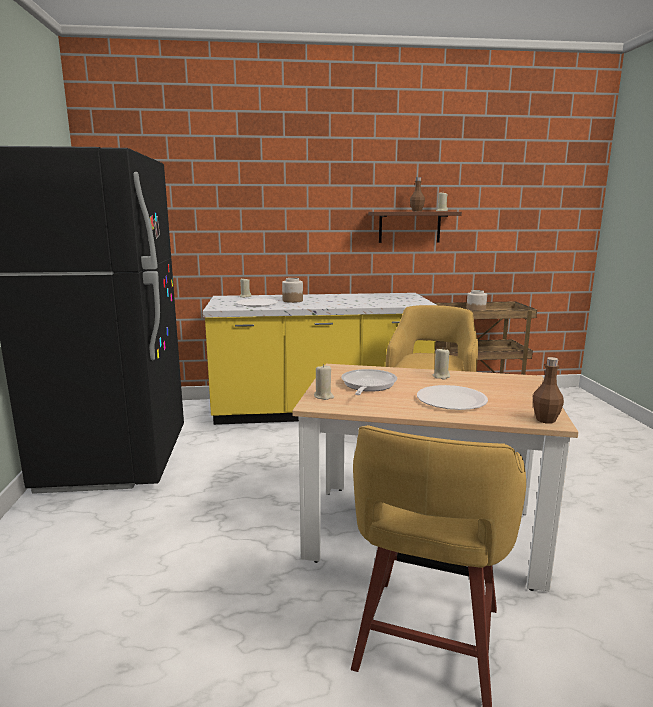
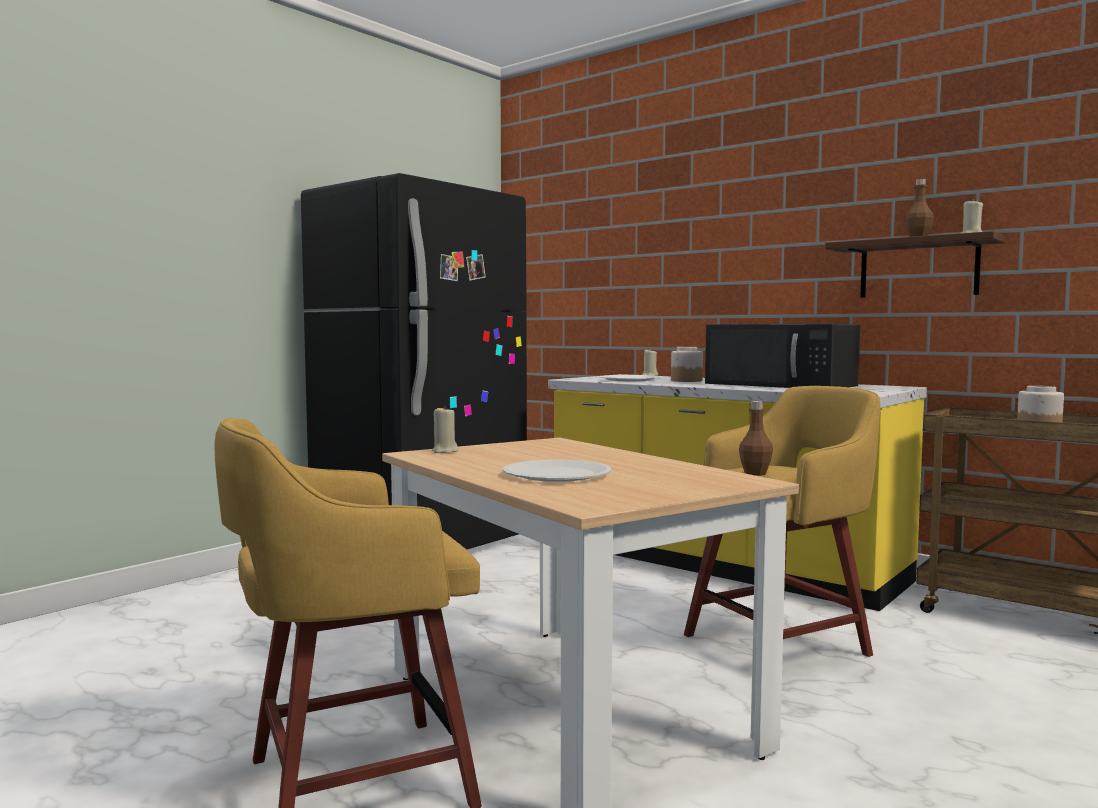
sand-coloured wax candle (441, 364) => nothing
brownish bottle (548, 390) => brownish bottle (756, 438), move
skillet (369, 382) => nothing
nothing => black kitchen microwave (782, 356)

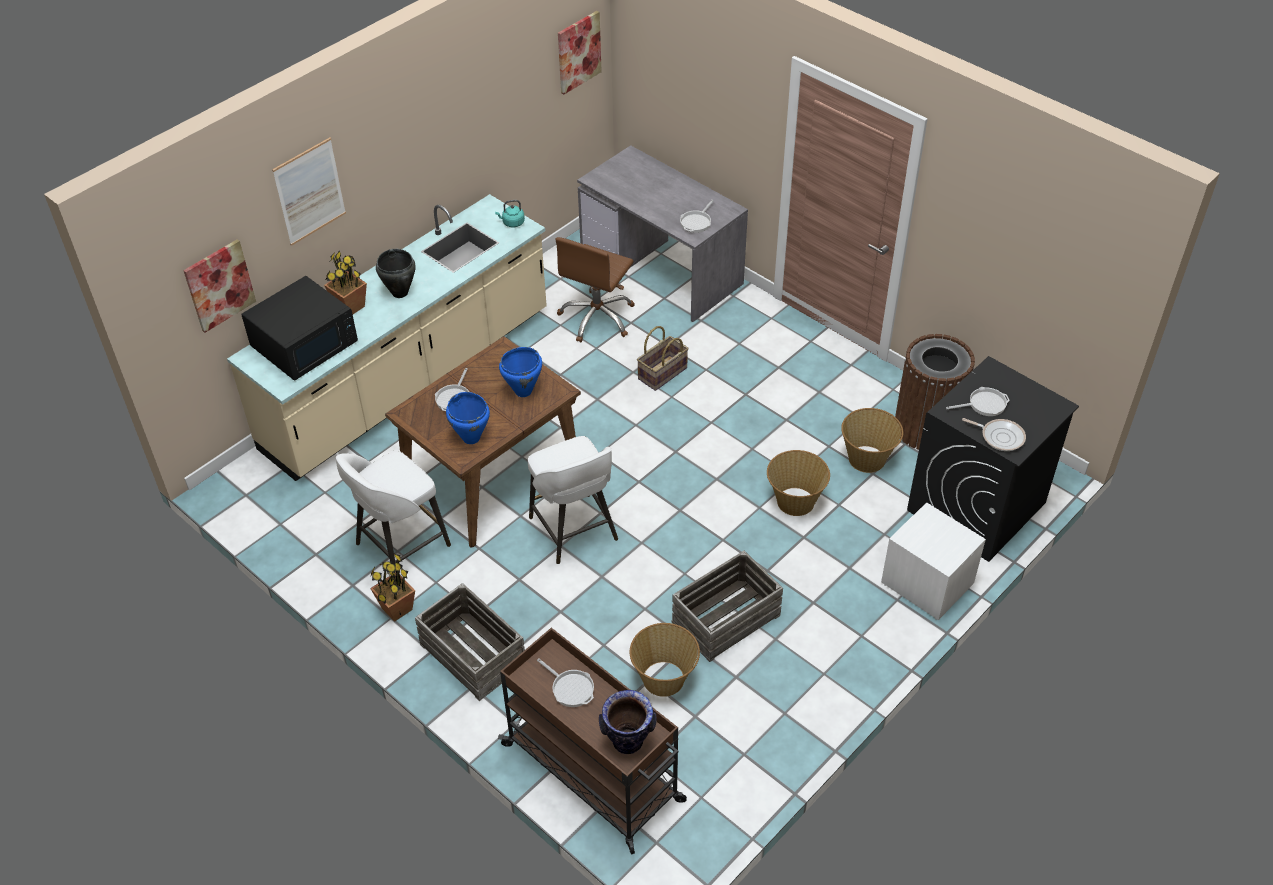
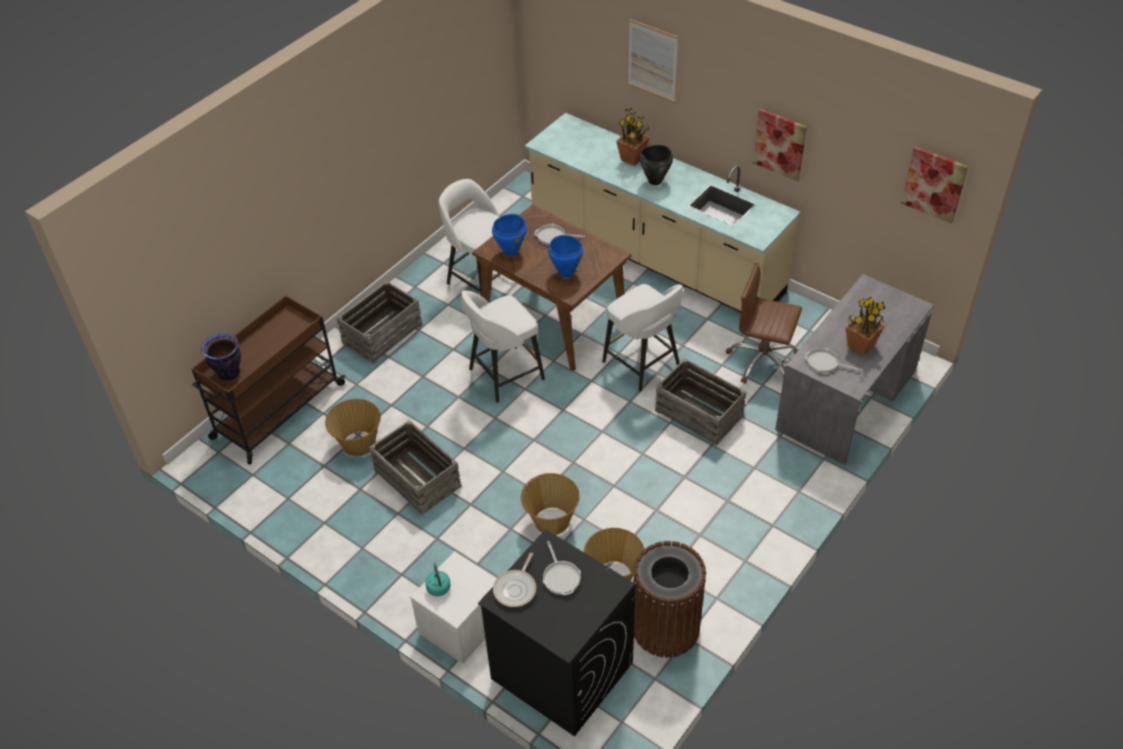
turquoise-coloured tea kettle (510, 213) => turquoise-coloured tea kettle (438, 579), move
picture (219, 286) => picture (780, 145), move
black kitchen microwave (299, 328) => nothing
household basket (663, 358) => shipping crate (700, 402)
houseplant (392, 587) => houseplant (865, 326), move
skillet (565, 682) => nothing
nothing => white-coloured sitting stool (642, 338)

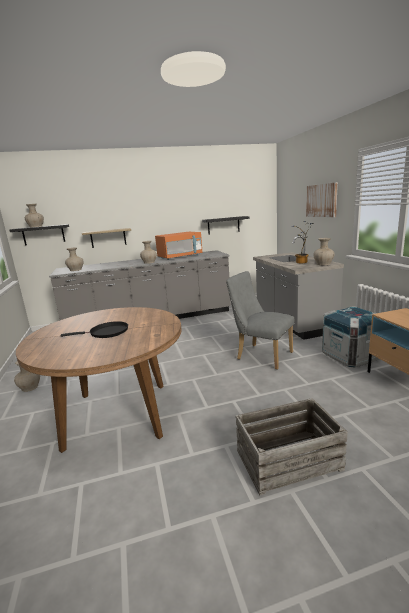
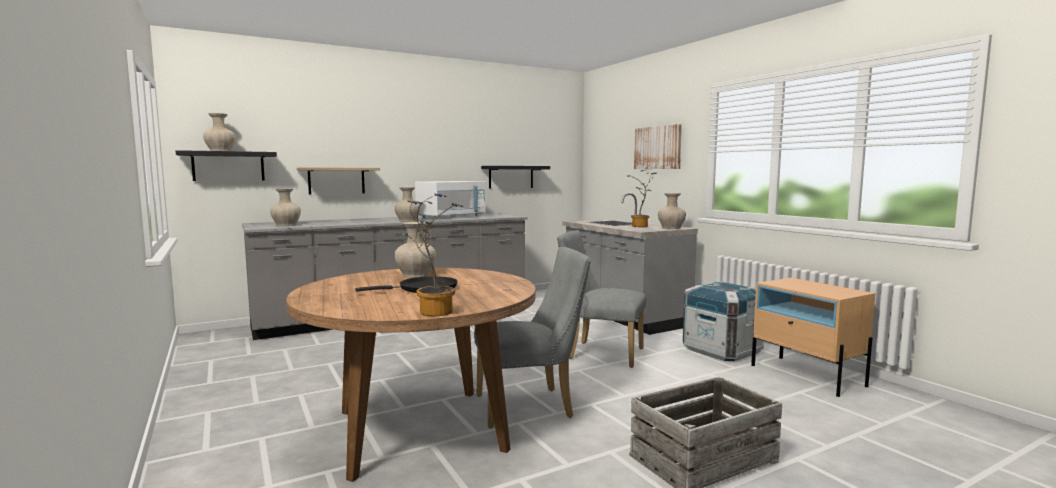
orange-coloured kitchen microwave (179, 246) => white-coloured kitchen microwave (450, 199)
sand-coloured flower vase (27, 376) => sand-coloured flower vase (415, 250), move
nothing => houseplant (428, 255)
nothing => grey plain chair (532, 337)

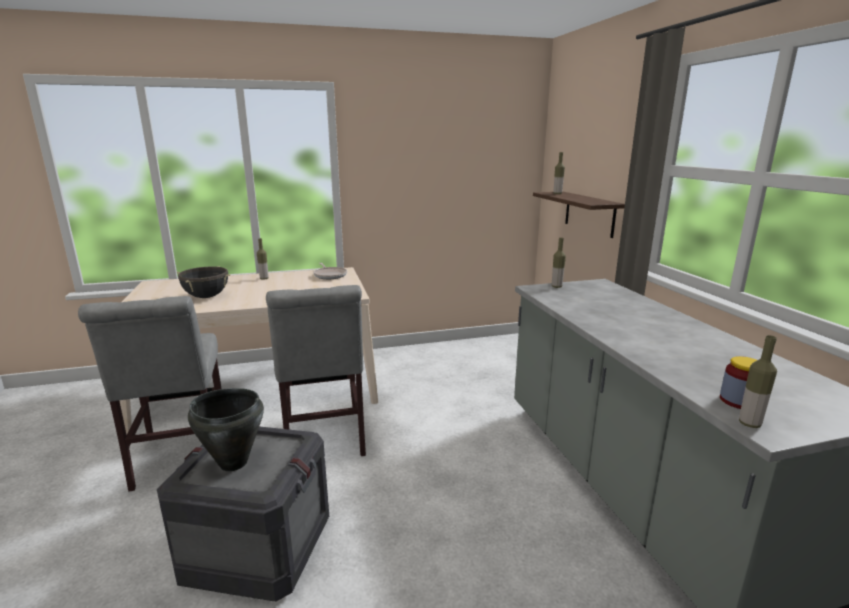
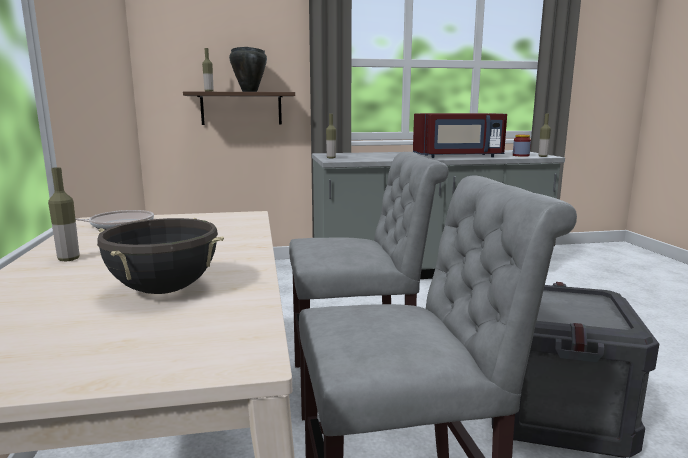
black stockpot (226, 429) => black stockpot (248, 69), move
nothing => reddish kitchen microwave (460, 135)

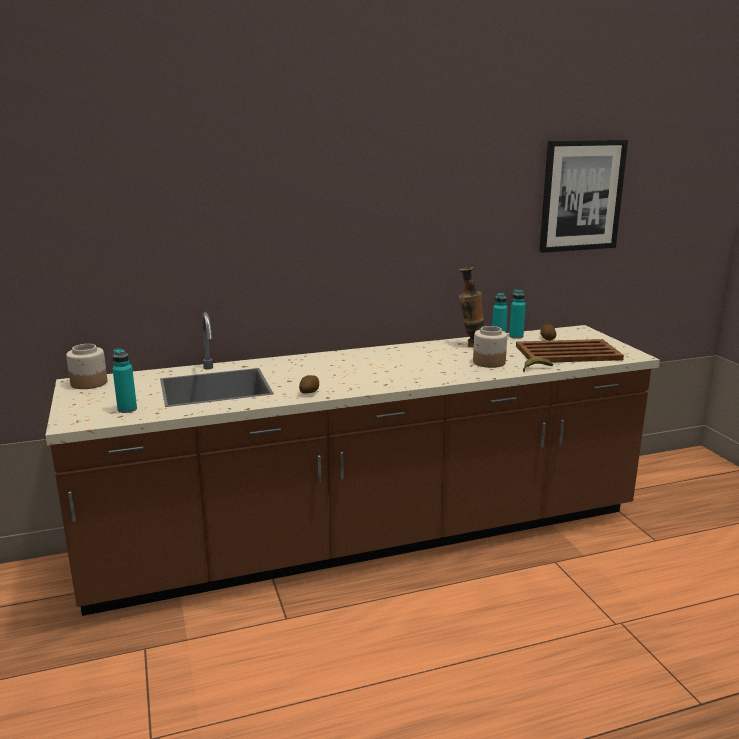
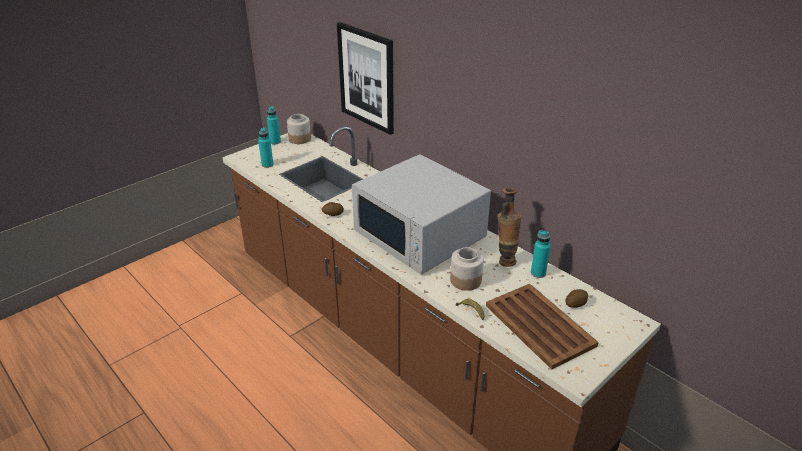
picture (583, 196) => picture (365, 78), move
turquoise-coloured bottle (517, 314) => turquoise-coloured bottle (274, 125), move
nothing => white-coloured kitchen microwave (421, 214)

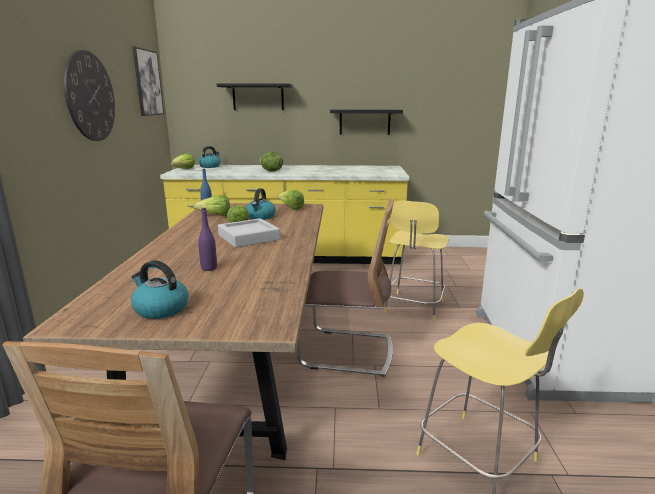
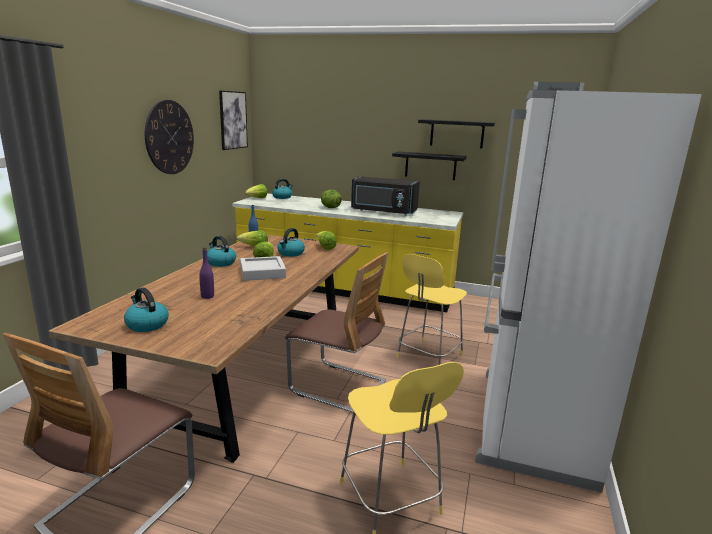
black shelf (254, 96) => black shelf (456, 133), move
nothing => black kitchen microwave (385, 196)
nothing => tea kettle (221, 251)

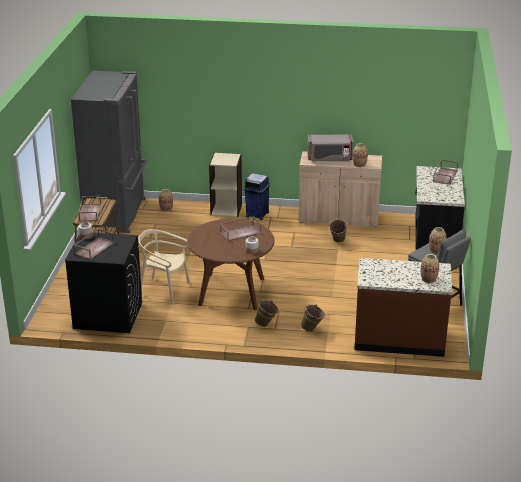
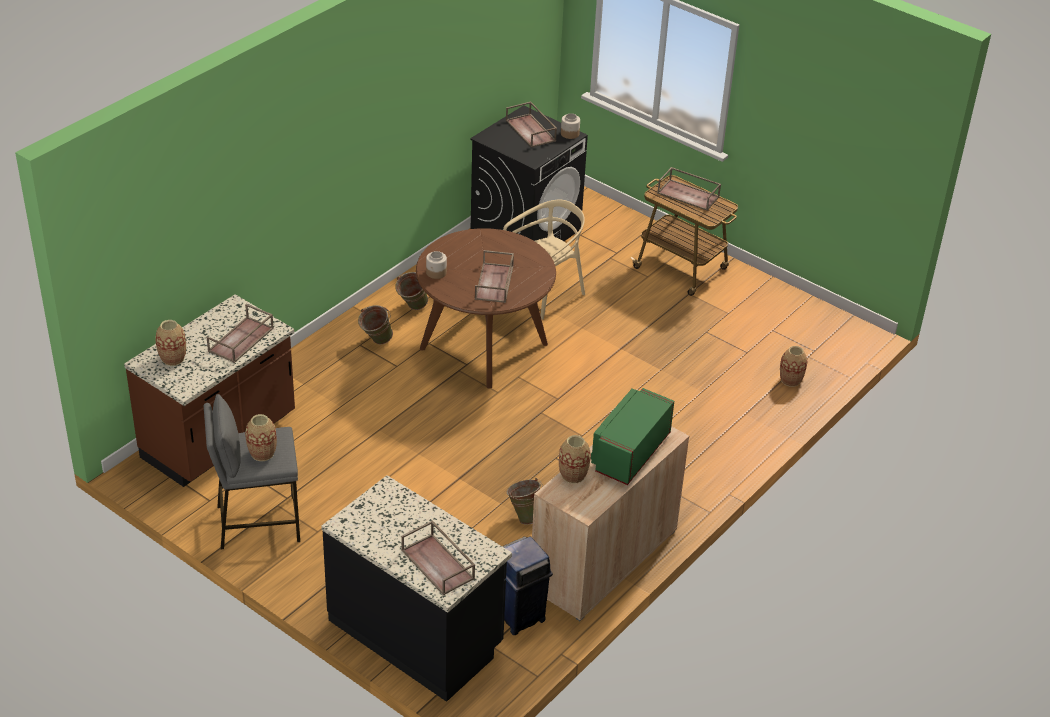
grey kitchen fridge (109, 152) => nothing
grey kitchen microwave (330, 147) => green-coloured kitchen microwave (632, 436)
sand-coloured bookcase (225, 185) => nothing
blue-coloured trash can (257, 196) => blue-coloured trash can (527, 586), move
green-coloured bucket (313, 318) => green-coloured bucket (411, 291), move
nothing => brownish carrying tray (240, 333)

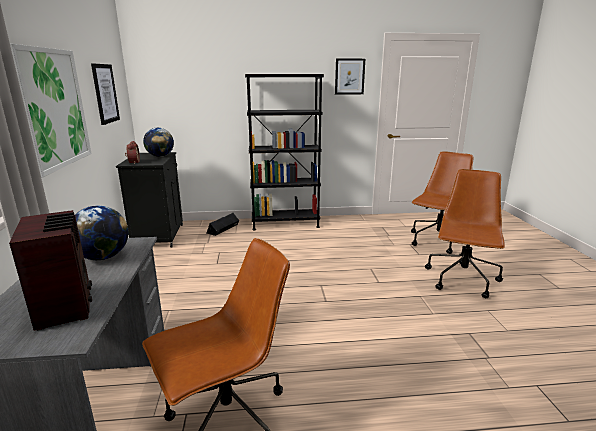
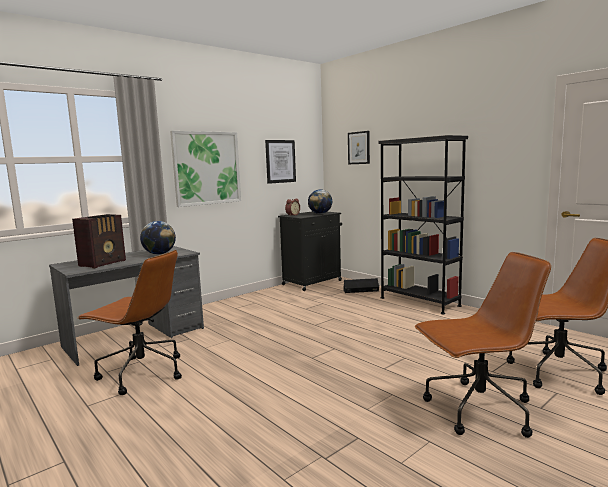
picture (350, 77) => picture (359, 147), move

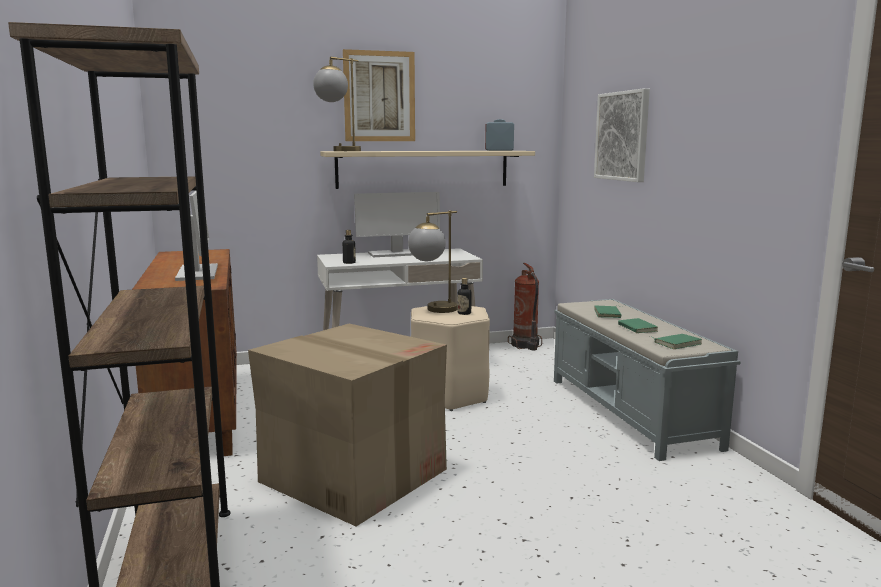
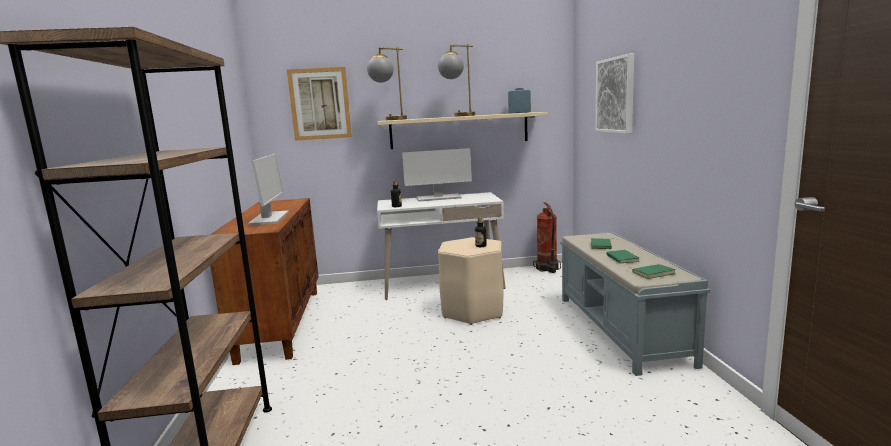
picture (379, 95) => picture (319, 104), move
tabletop lamp (432, 262) => tabletop lamp (456, 80), move
carton (347, 425) => nothing

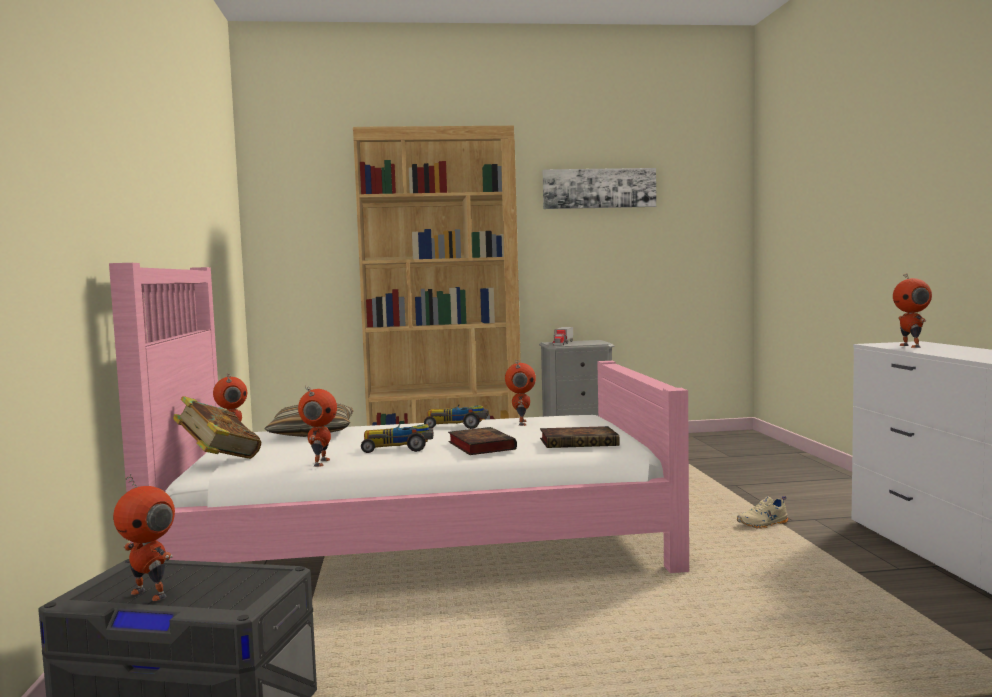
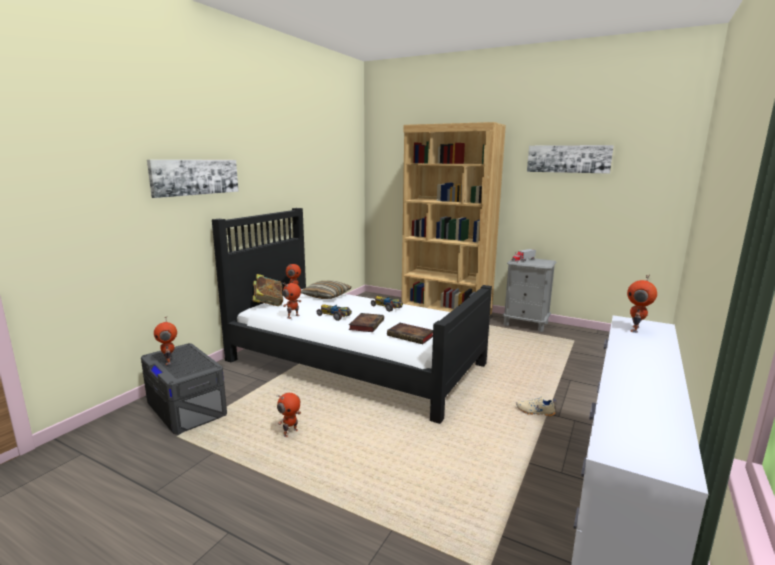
pinkish bedroom bed (399, 418) => black bedroom bed (352, 316)
robot figure (520, 393) => robot figure (289, 415), move
nothing => picture (193, 179)

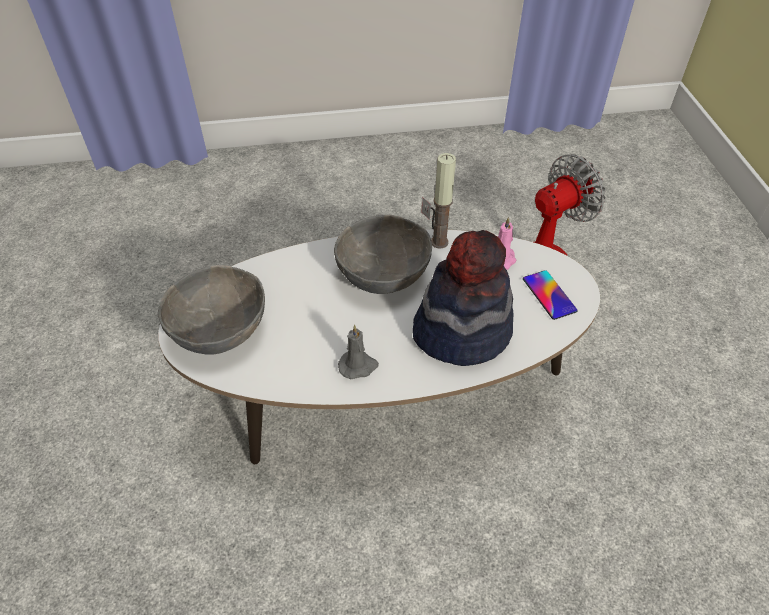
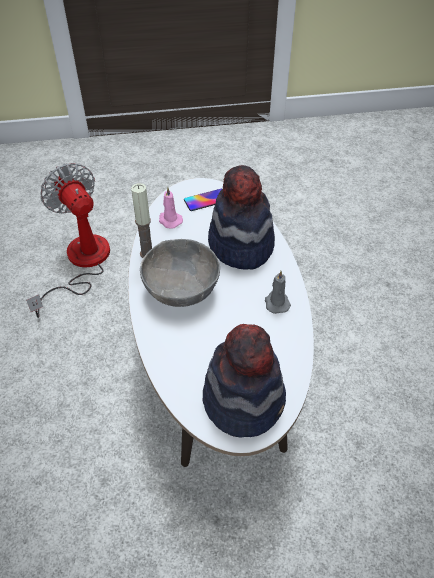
grey serving bowl (211, 309) => clothing hat (244, 381)

